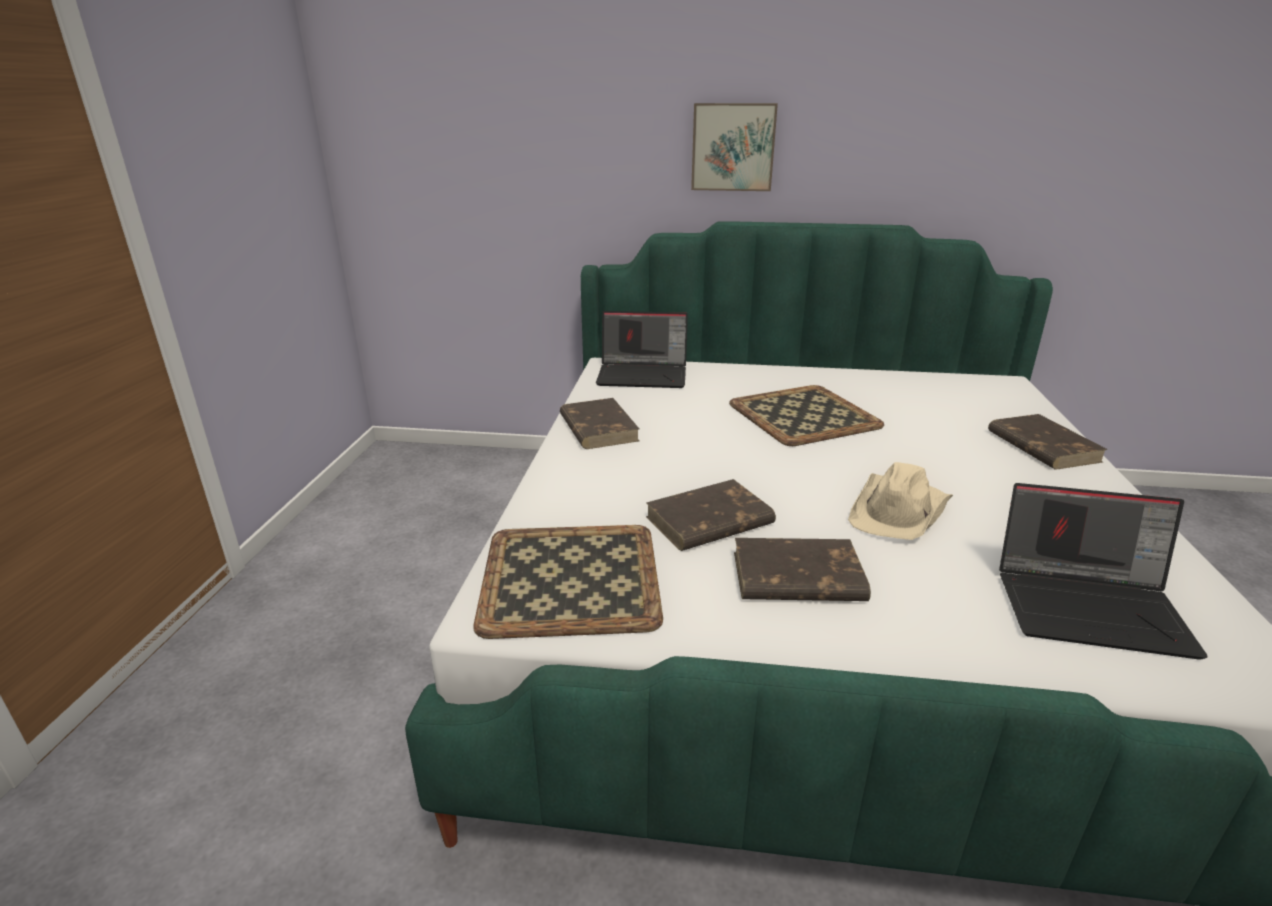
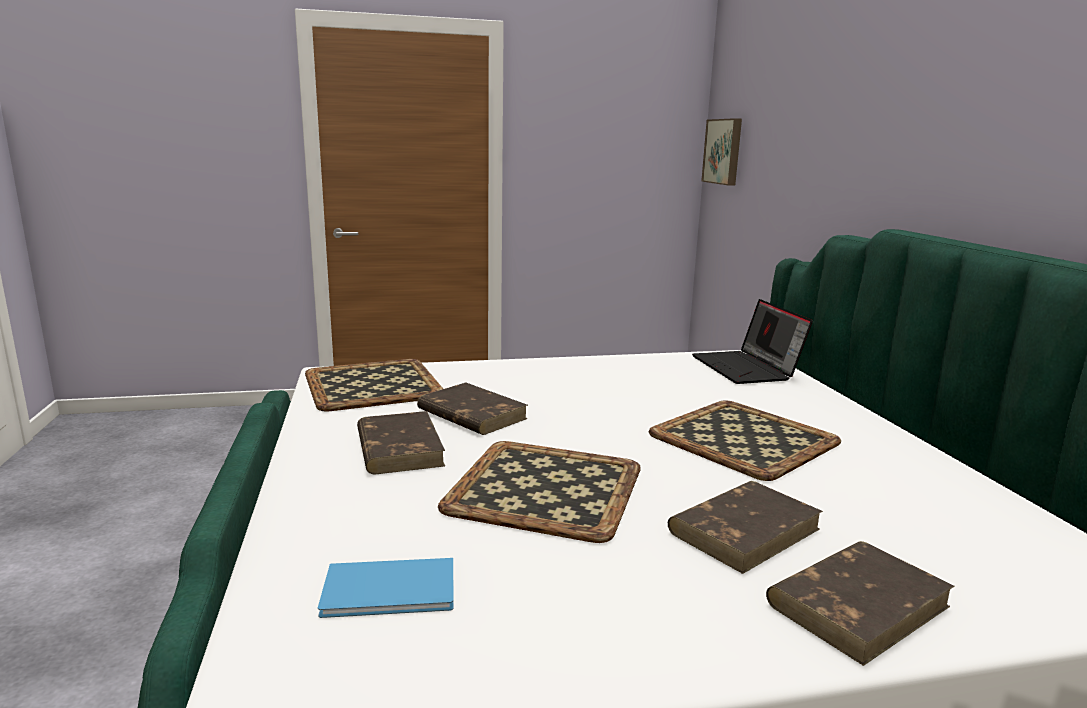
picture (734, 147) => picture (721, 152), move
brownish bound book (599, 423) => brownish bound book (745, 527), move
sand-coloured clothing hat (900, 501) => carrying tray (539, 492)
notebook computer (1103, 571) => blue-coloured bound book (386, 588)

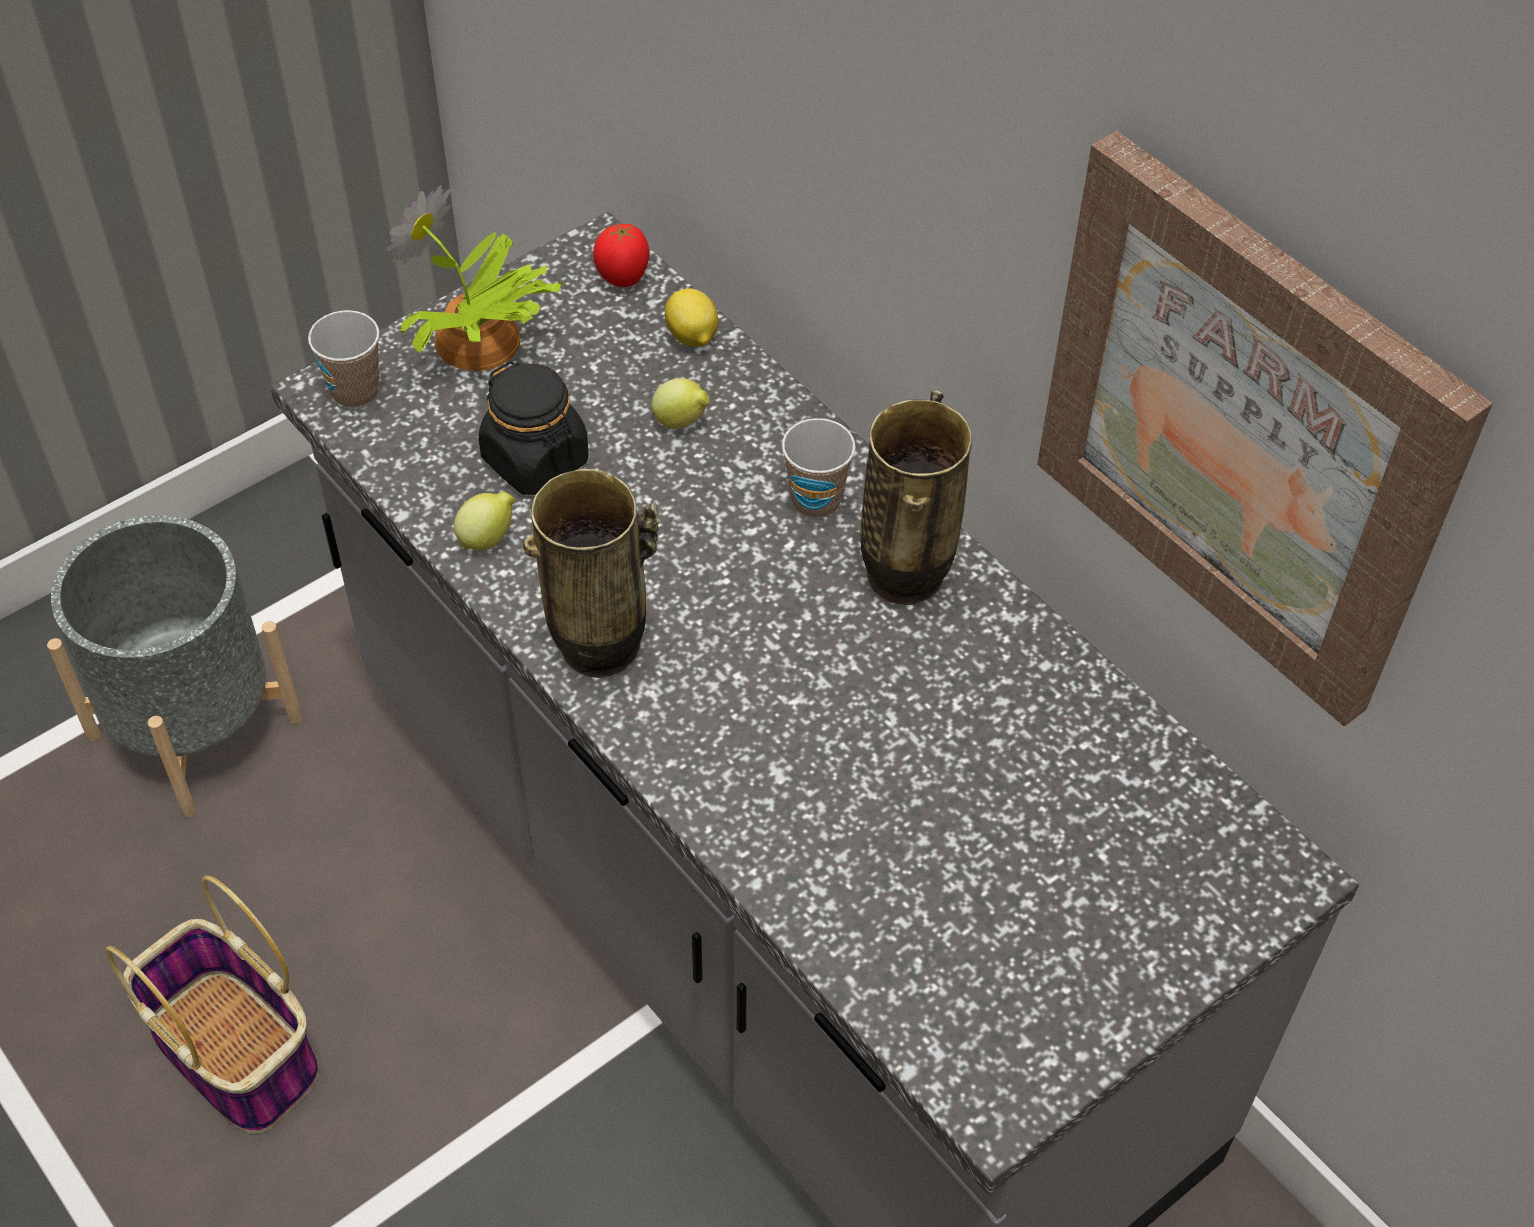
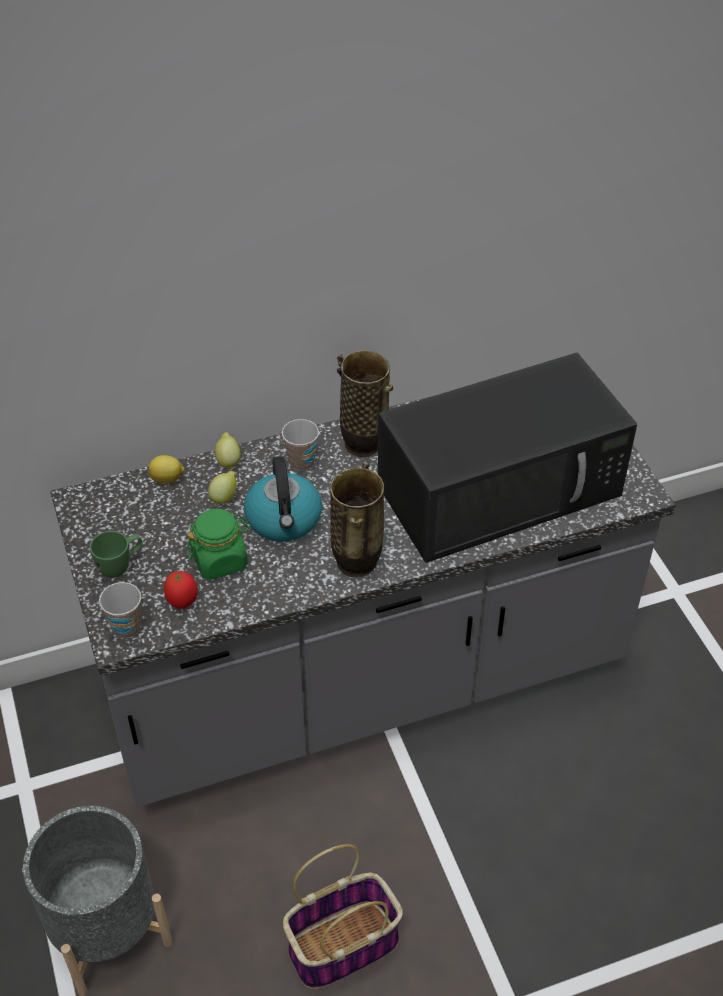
picture (1265, 428) => nothing
houseplant (475, 278) => green-coloured coffee mug (116, 554)
tomato (621, 255) => tomato (181, 590), move
black storage jar (533, 428) => green-coloured storage jar (217, 544)
whole lemon (484, 521) => whole lemon (228, 451), move
nothing => black kitchen microwave (507, 458)
nothing => tea kettle (283, 499)

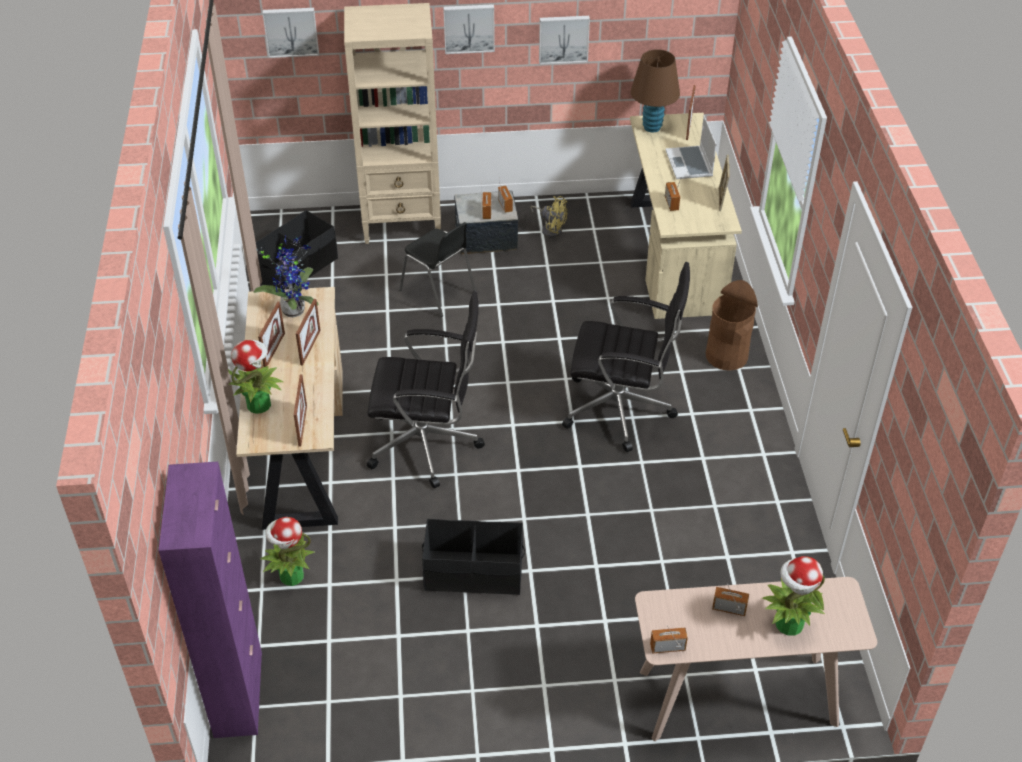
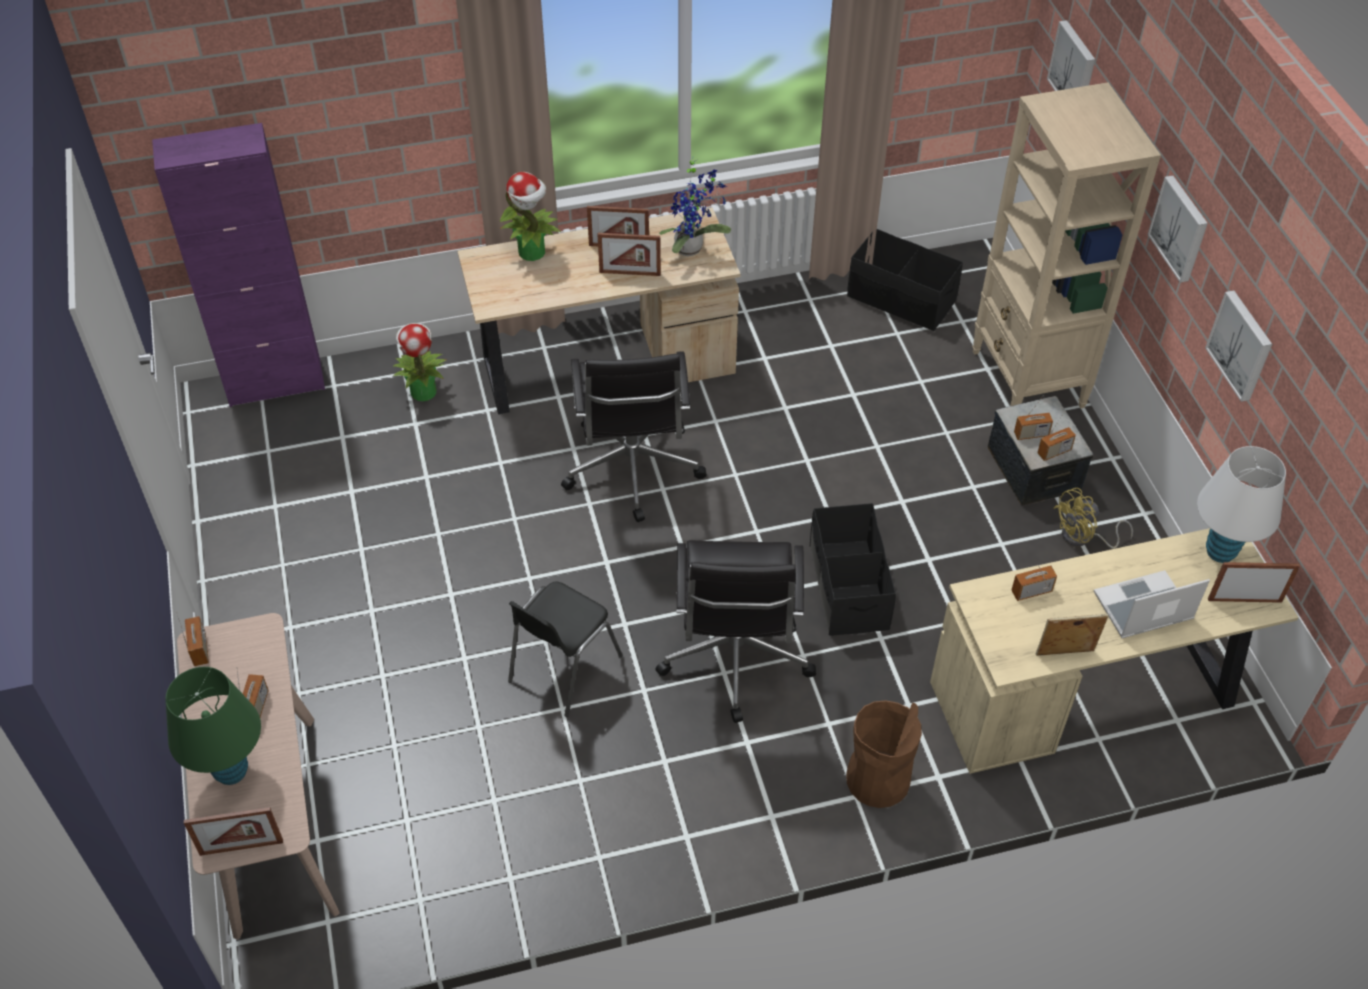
brownish tabletop lamp (655, 90) => white-coloured tabletop lamp (1241, 504)
yellow fan (548, 217) => yellow fan (1093, 518), 45 degrees clockwise
black plain chair (437, 269) => black plain chair (565, 649), move
photo frame (300, 410) => photo frame (233, 831), move
black storage box (473, 557) => black storage box (853, 569), move
houseplant (793, 595) => green-coloured tabletop lamp (213, 726)

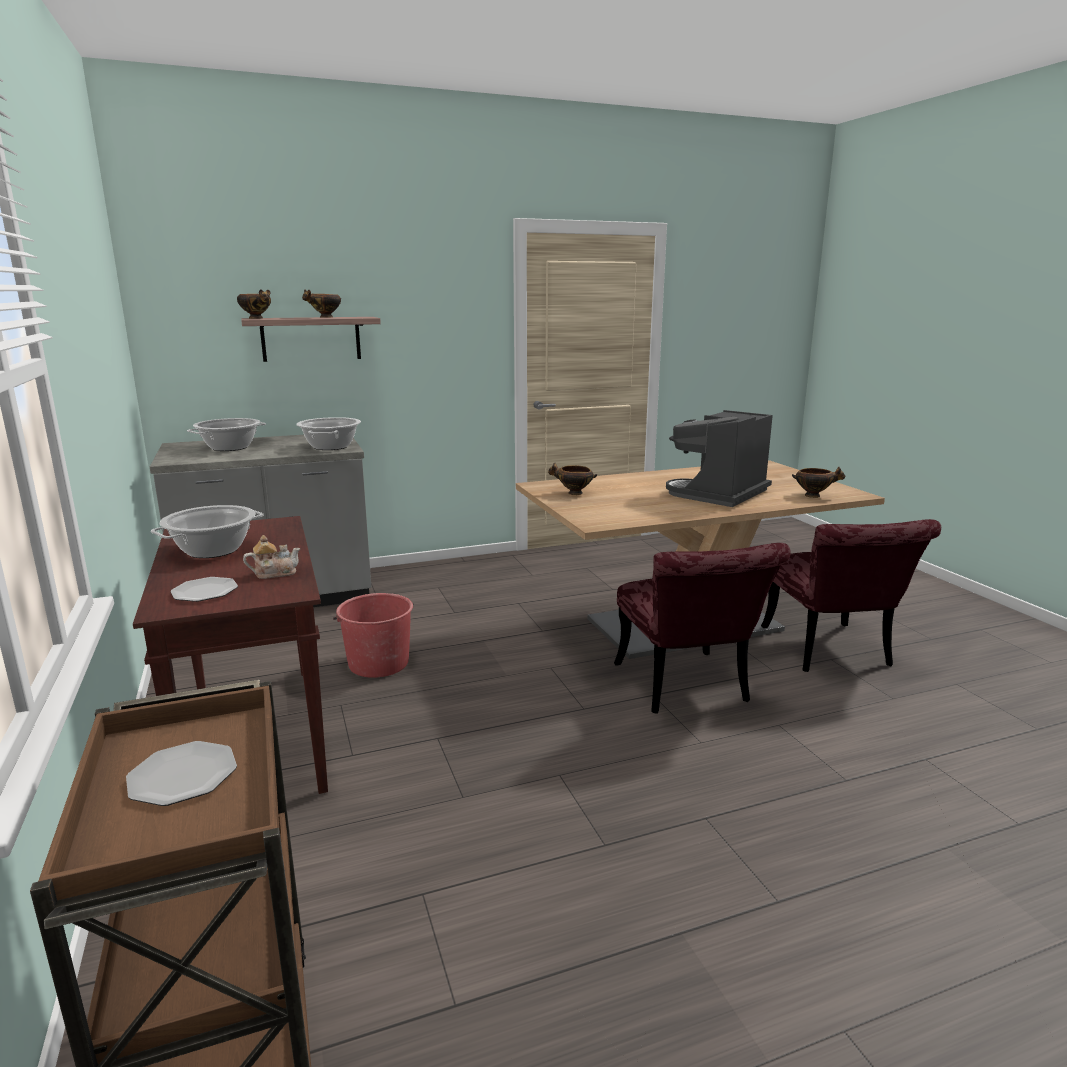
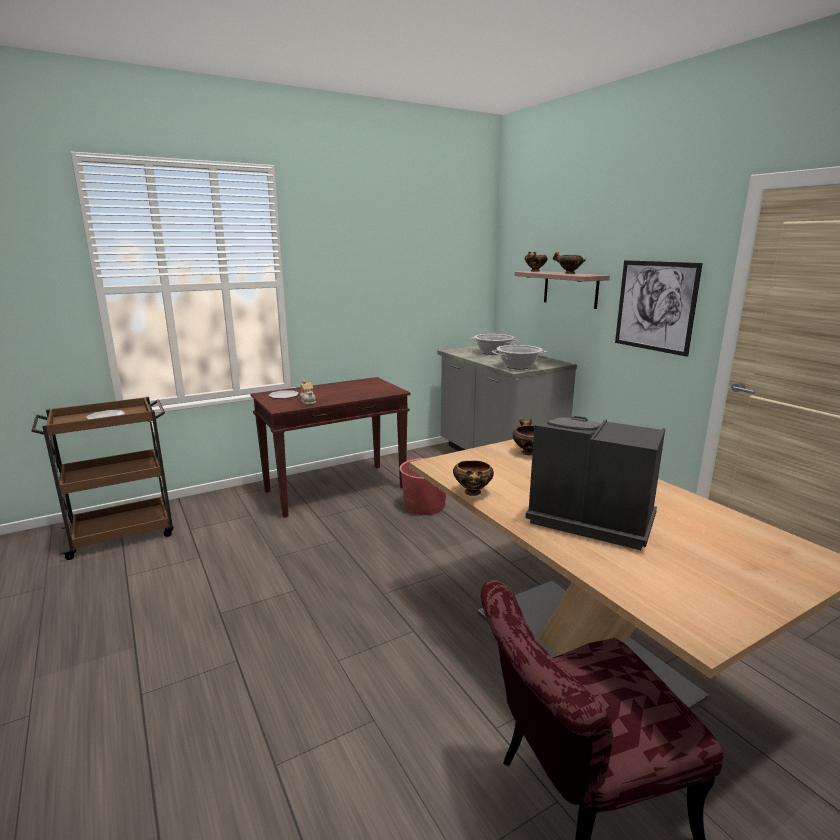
serving bowl (818, 482) => serving bowl (473, 478), move
stockpot (207, 531) => nothing
reddish plain chair (702, 628) => nothing
nothing => picture (659, 308)

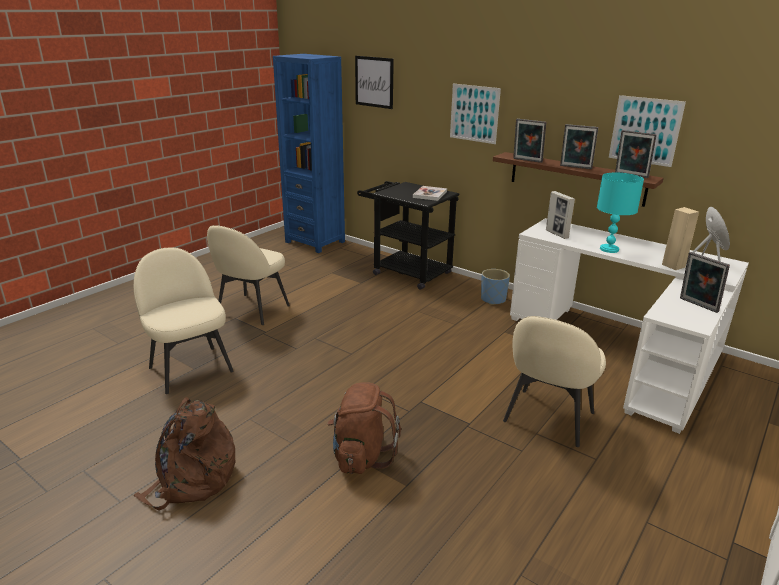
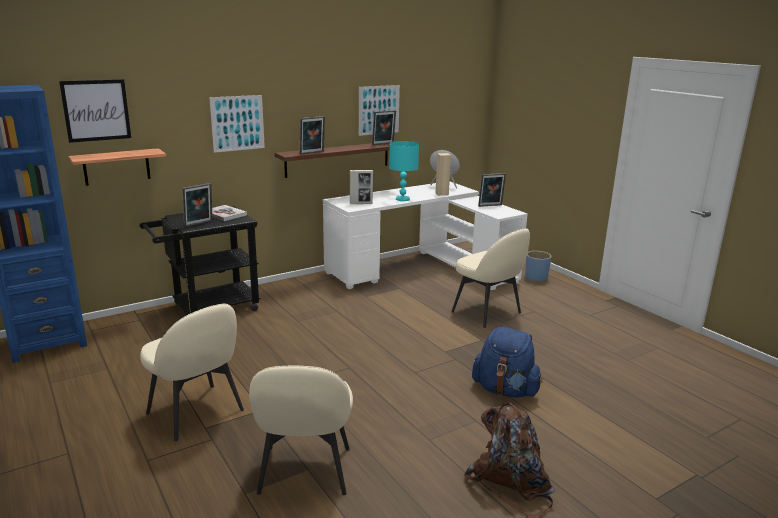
photo frame (579, 146) => photo frame (197, 205), move
sand-coloured plain chair (184, 321) => sand-coloured plain chair (301, 430), 75 degrees counterclockwise
blue-coloured planter (495, 287) => blue-coloured planter (538, 266), move
brownish knapsack (364, 428) => blue-coloured knapsack (507, 362)
nothing => shelf (117, 167)

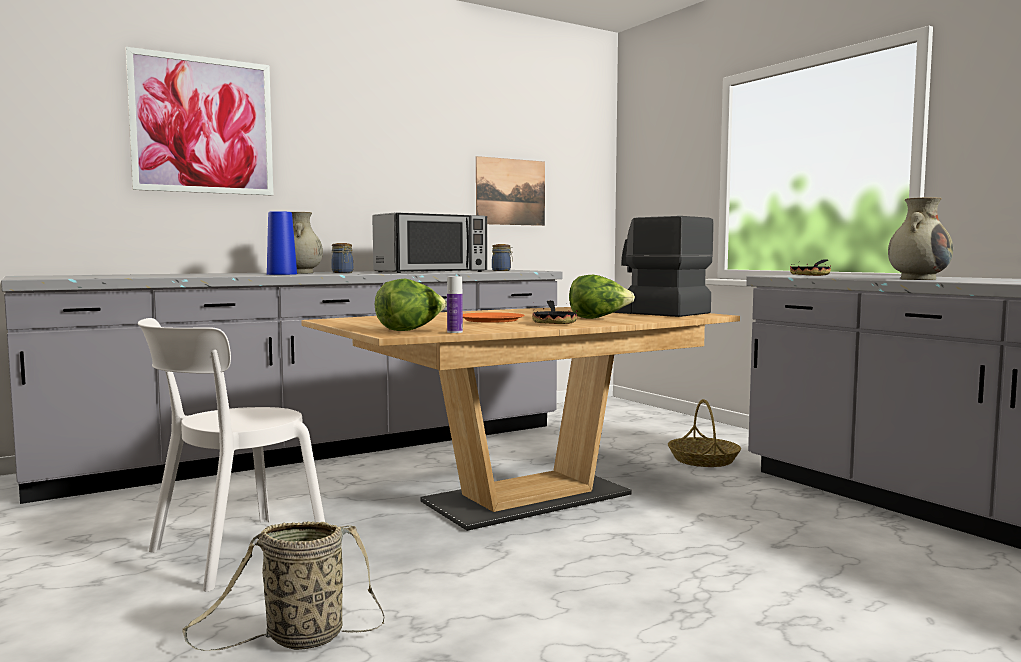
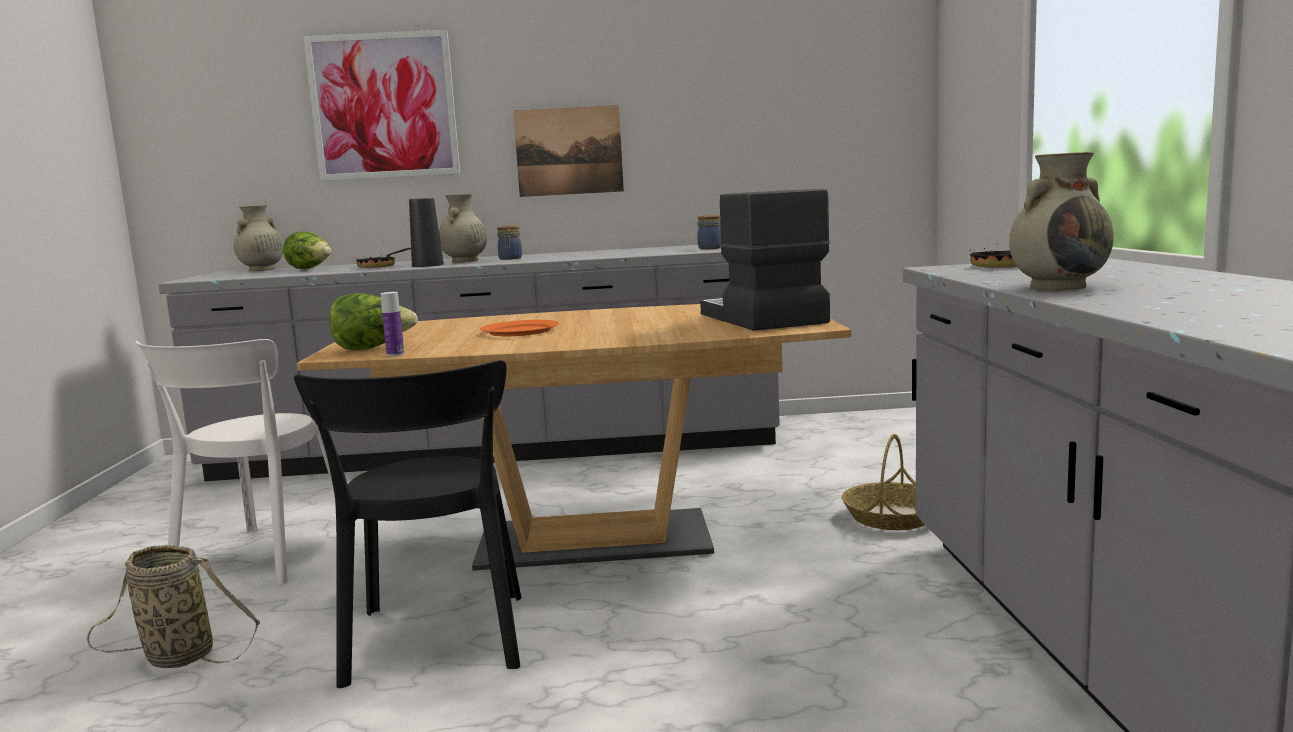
picture (510, 191) => picture (568, 151), move
blue-coloured flower vase (282, 243) => black flower vase (426, 232)
kitchen microwave (429, 242) => nothing
lettuce head (602, 297) => lettuce head (307, 250), move
skillet (554, 312) => skillet (383, 258), move
white-coloured plain chair (231, 455) => white-coloured plain chair (234, 461), 60 degrees counterclockwise
nothing => sand-coloured flower vase (259, 238)
nothing => black plain chair (408, 524)

